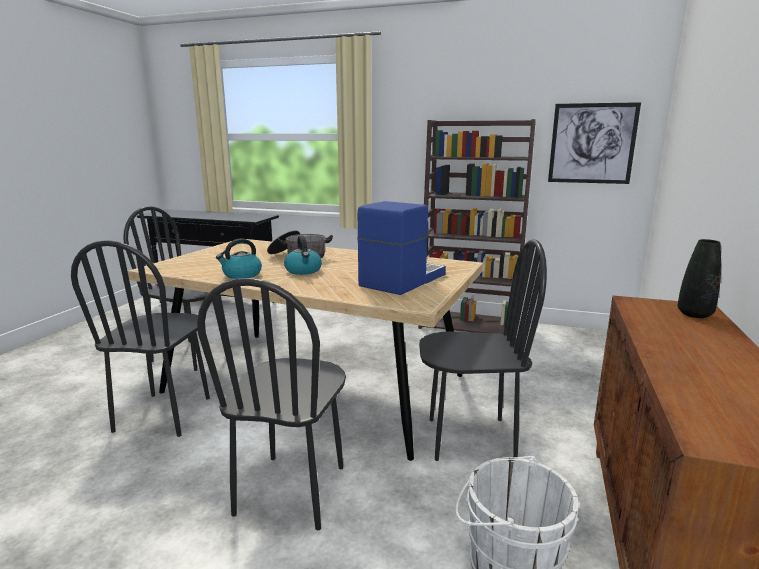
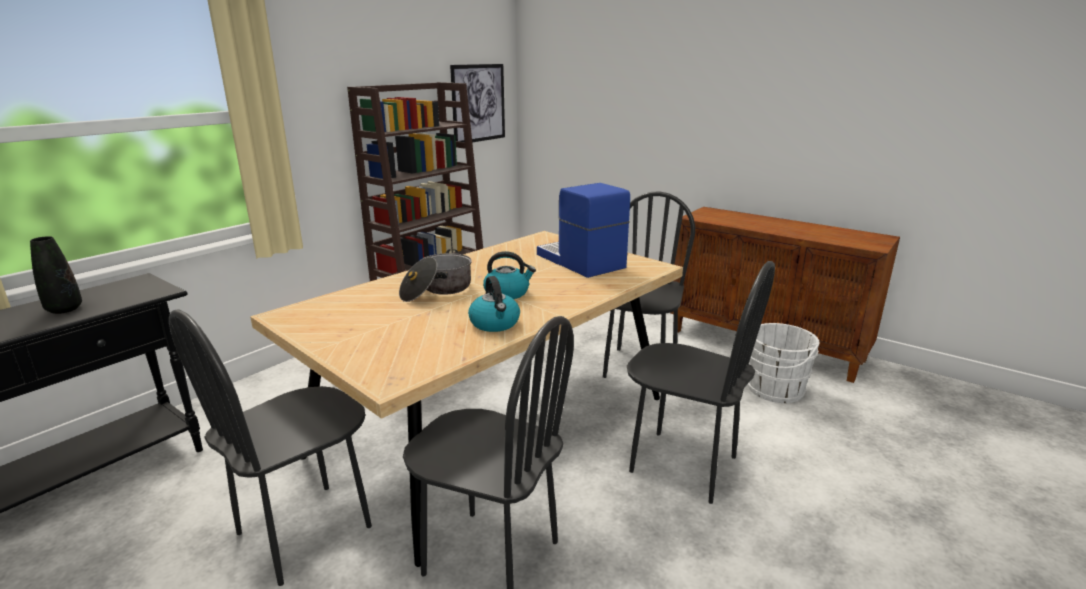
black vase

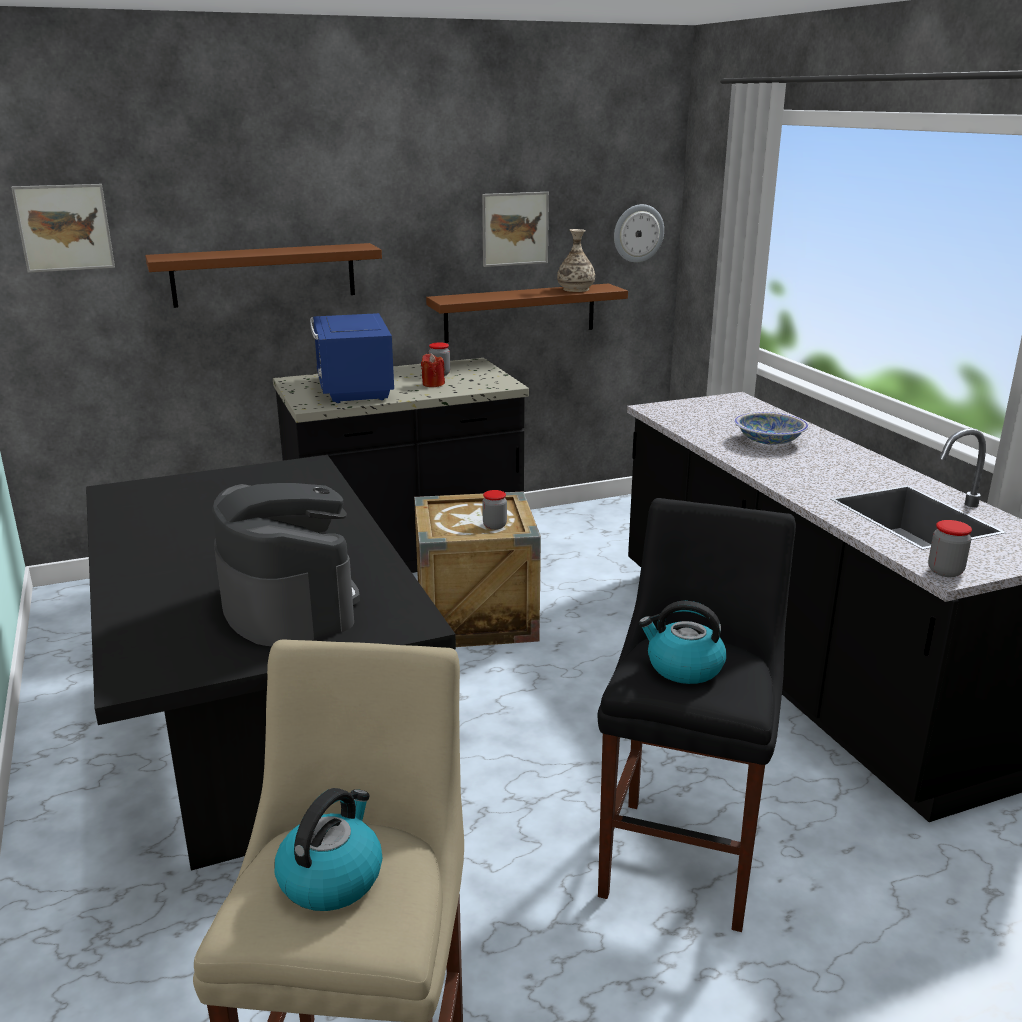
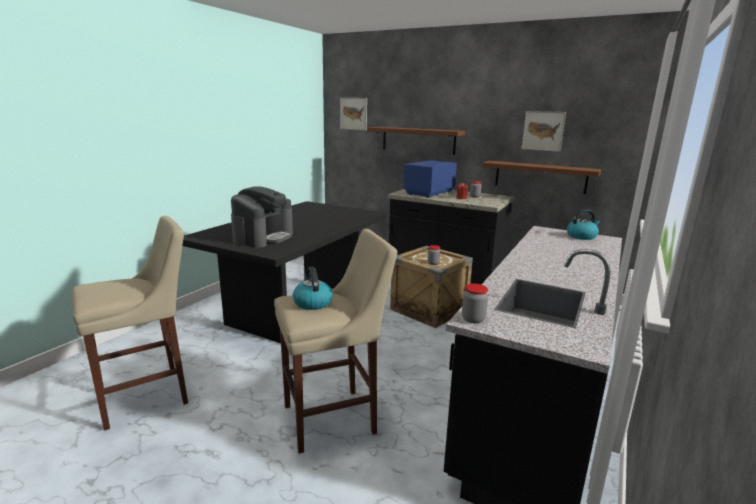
beige stool (2nd from left)
kettle (2nd from left)
vase
wall clock
bowl

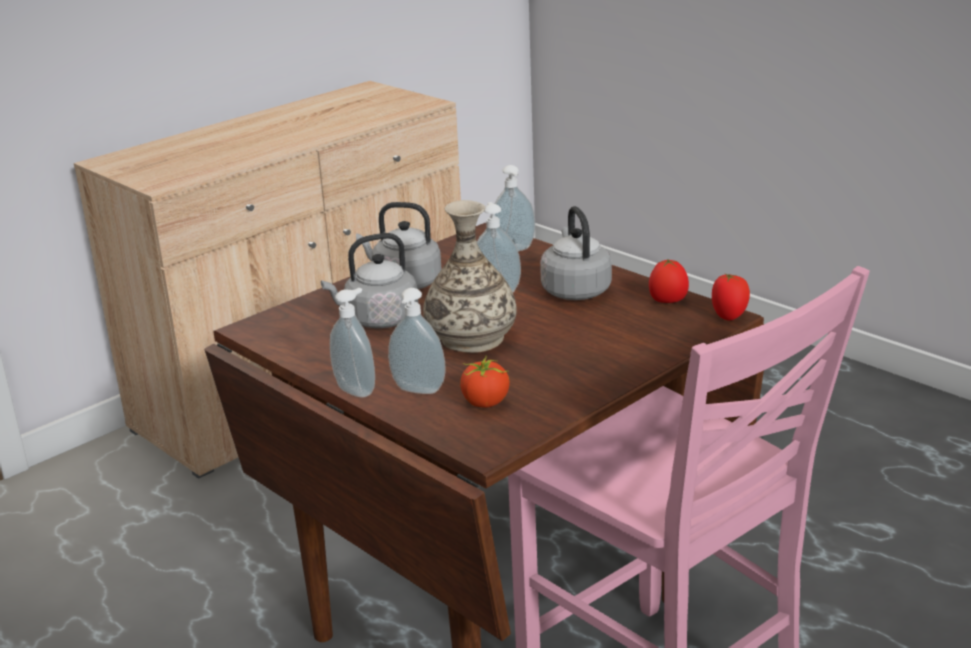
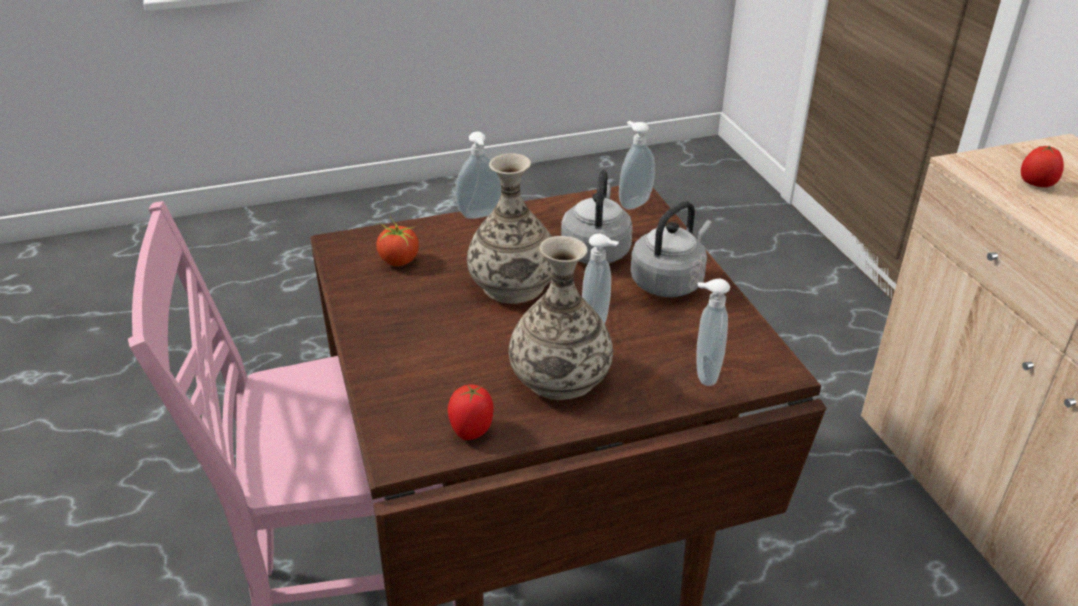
vase (2nd from left)
soap dispenser (3rd from left)
tomato (3rd from left)

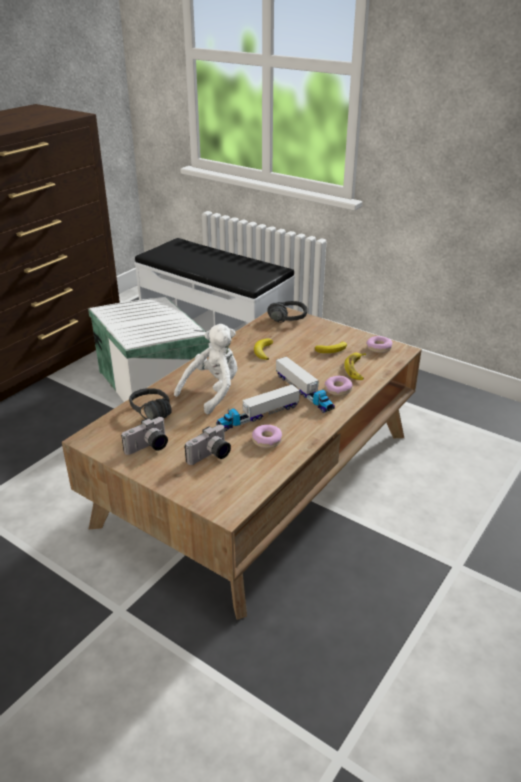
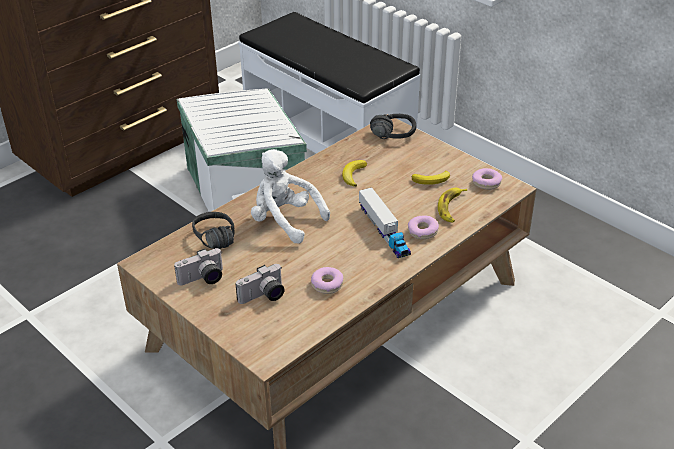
white plush toy
toy truck (1st from left in the first image)

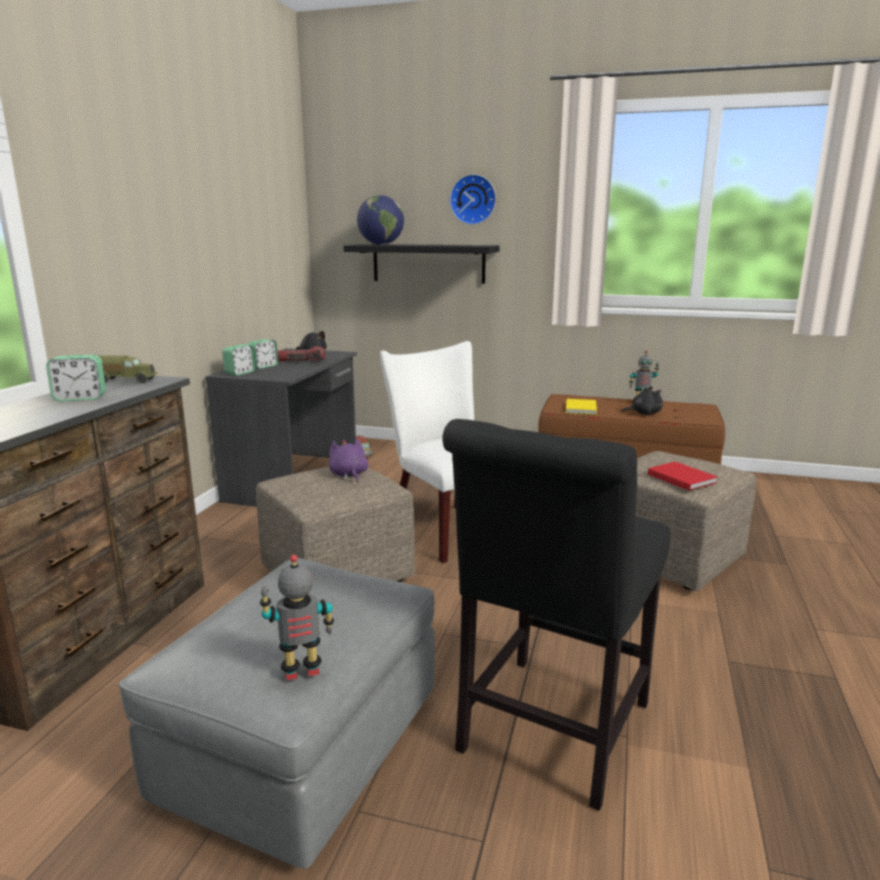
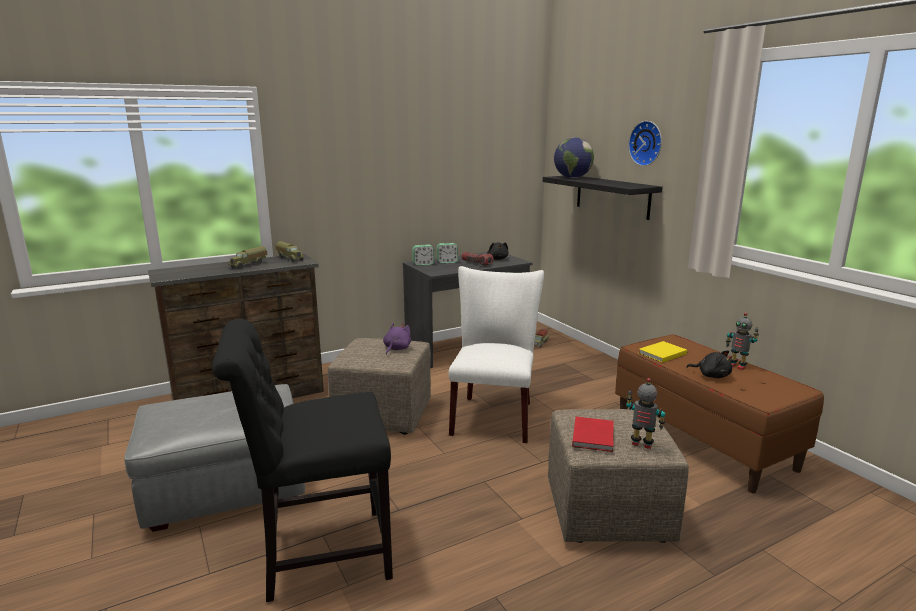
toy truck (1st from left)
toy robot (1st from left)

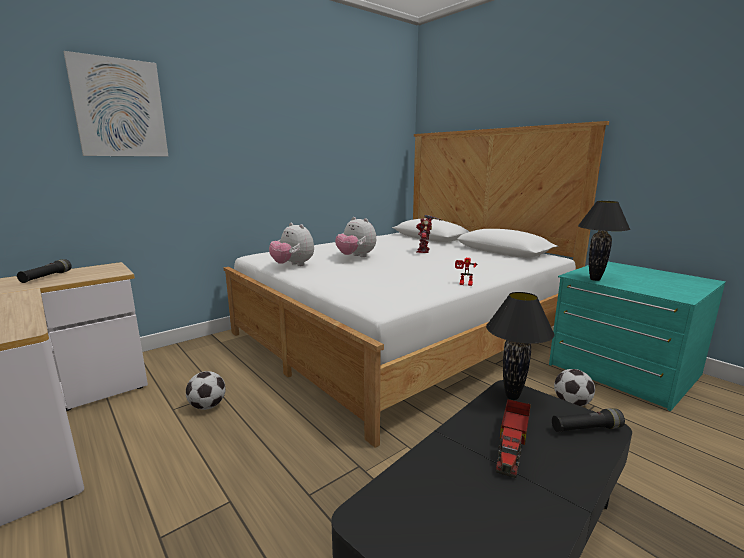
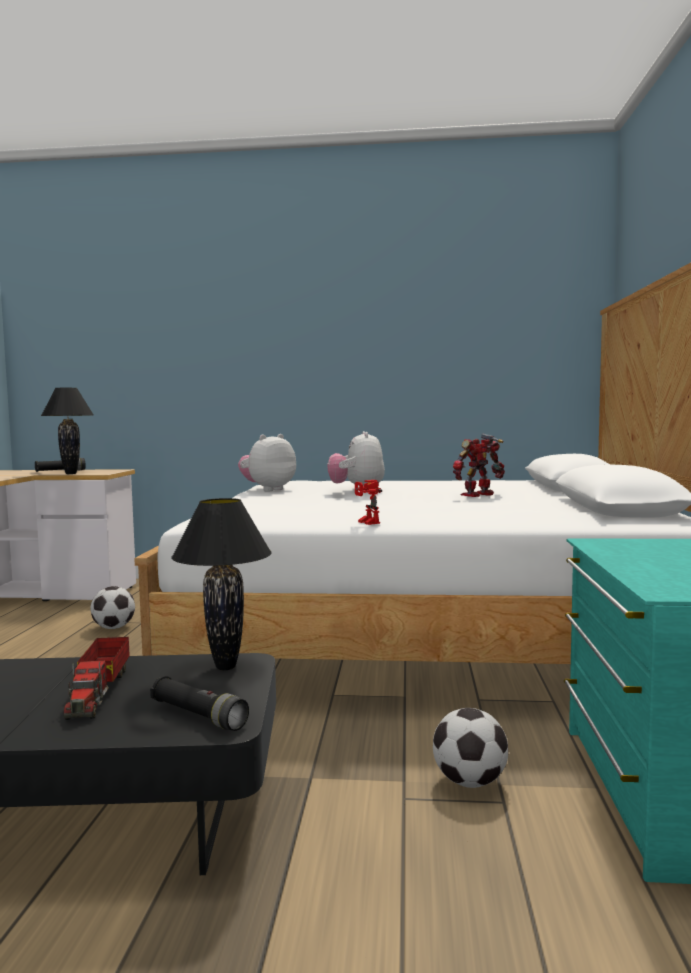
black table lamp (1st from left)
toy truck
plush toy (1st from left)
picture

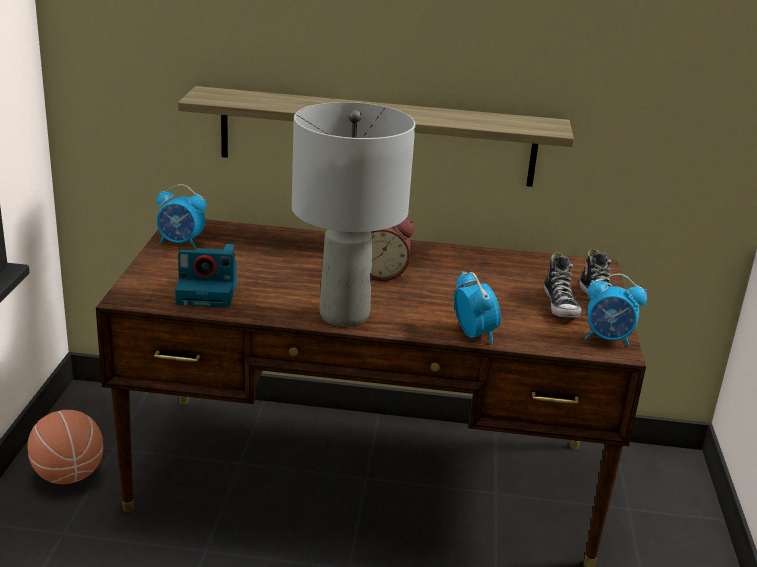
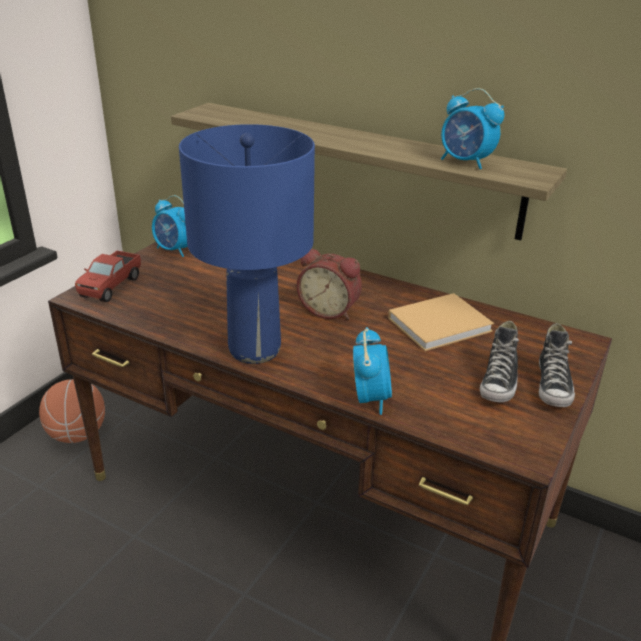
toy truck
blue table lamp
beige book
alarm clock (4th from left)
photo camera

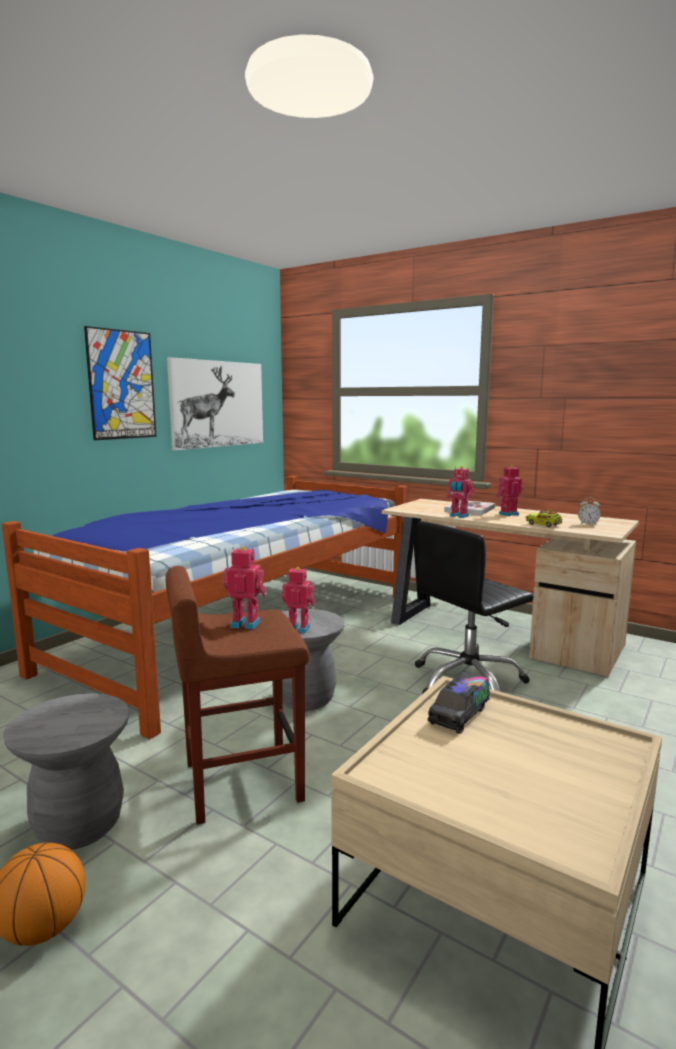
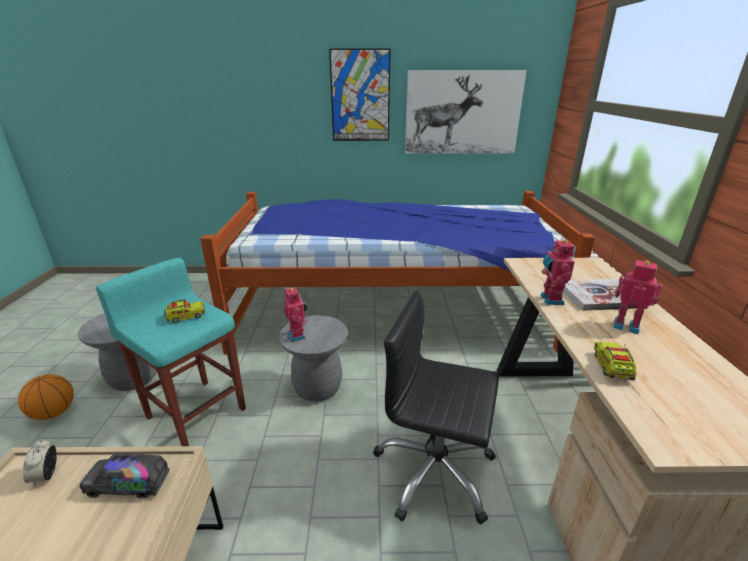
alarm clock
turquoise stool
toy truck (2nd from left)

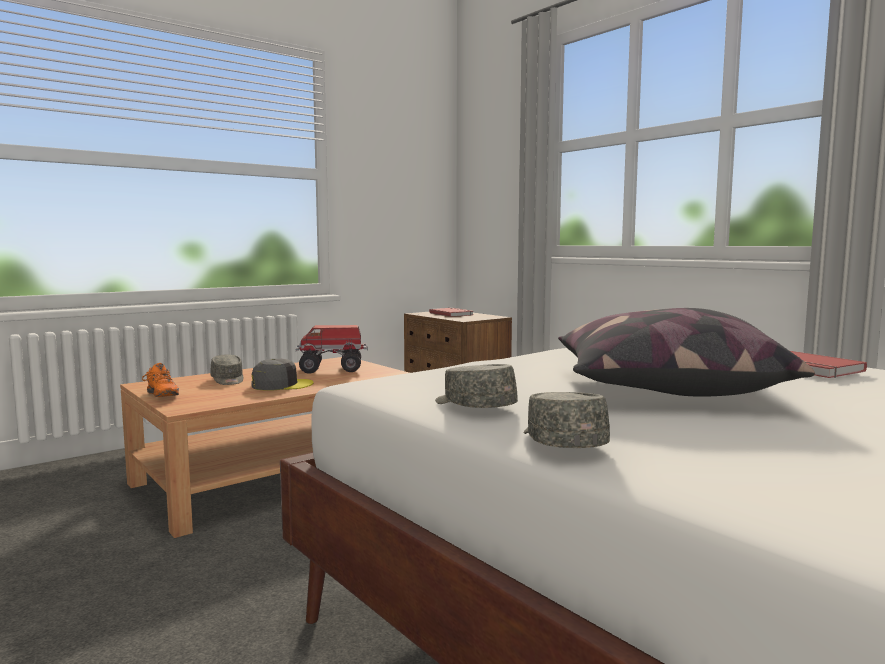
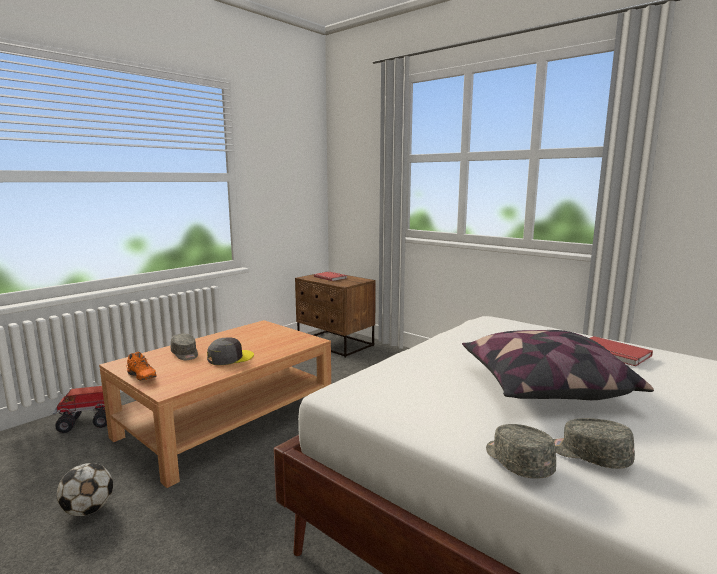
toy truck
football
grey cap (4th from left)

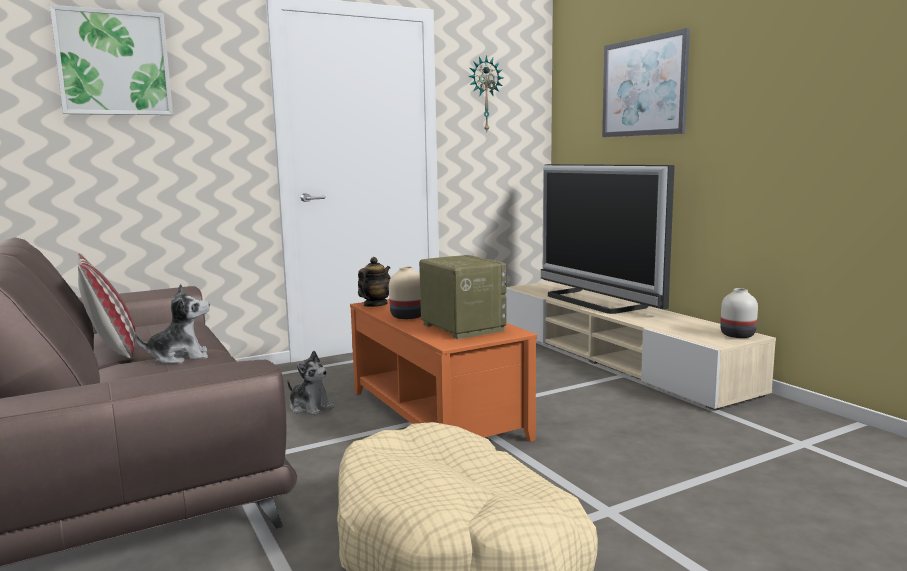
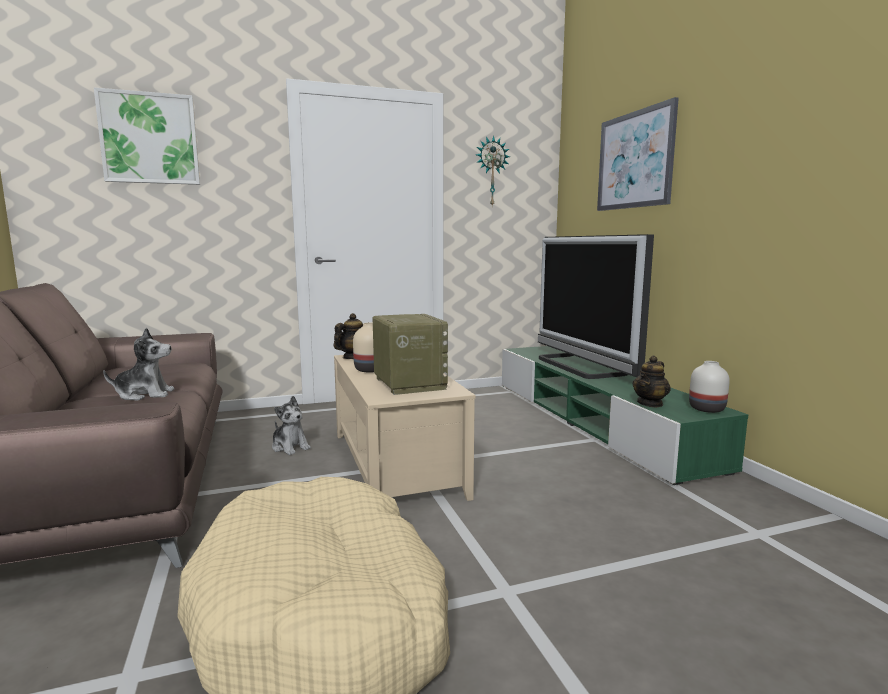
beige coffee table
green tv stand
teapot (2nd from left)
pillow

